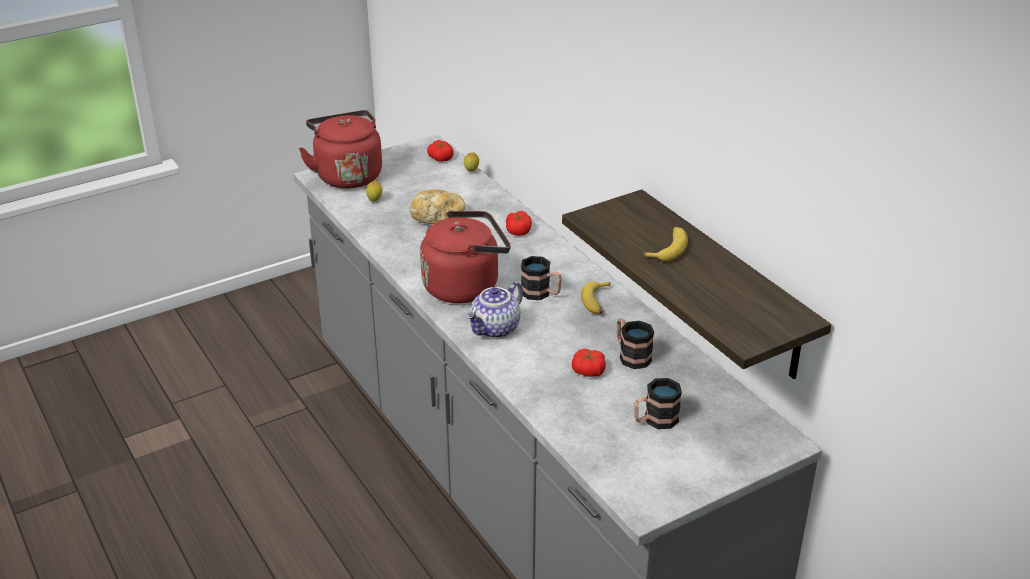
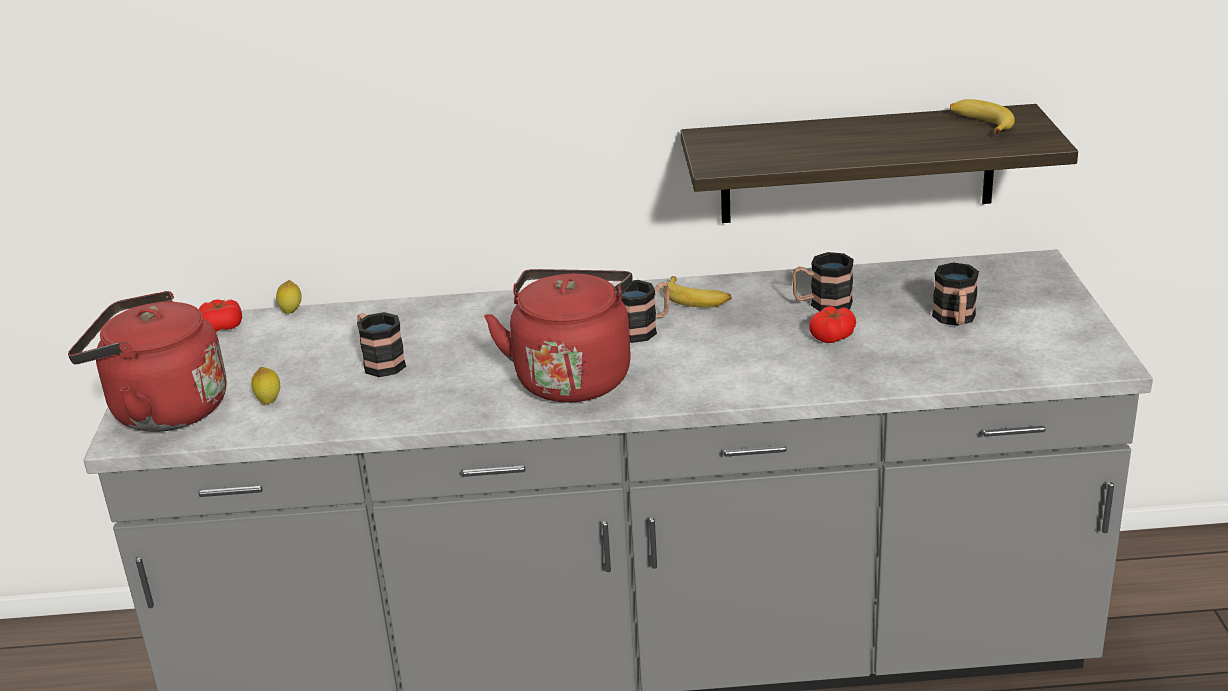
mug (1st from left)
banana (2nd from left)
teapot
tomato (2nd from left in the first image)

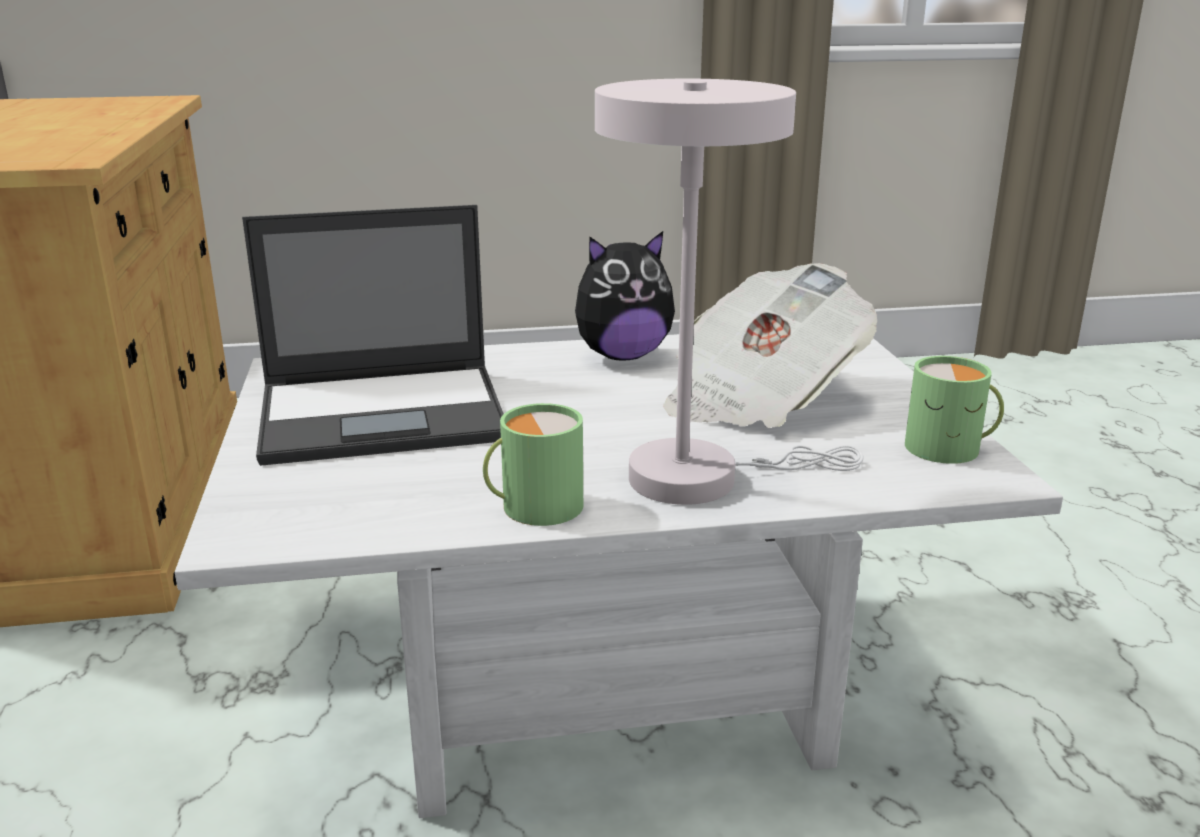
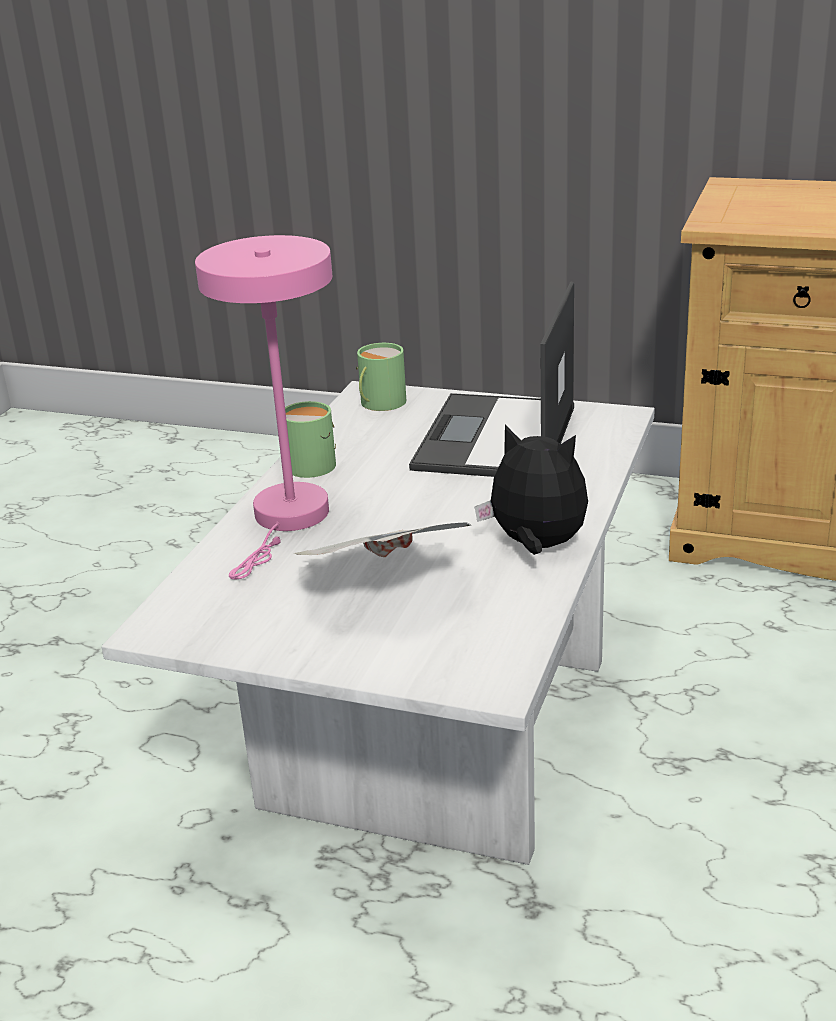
pink table lamp
green mug (2nd from left)
plush toy

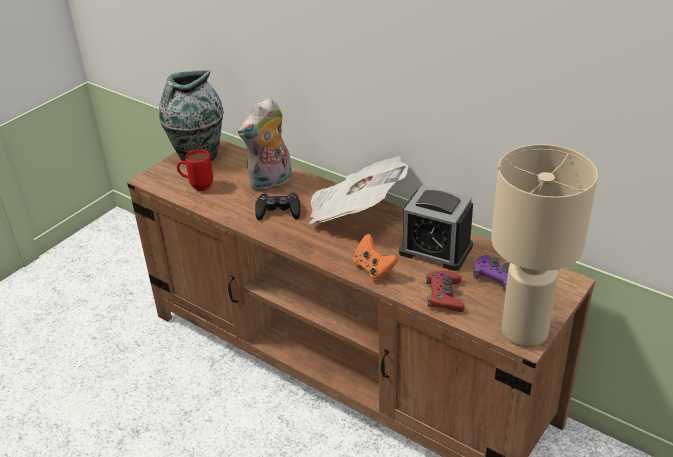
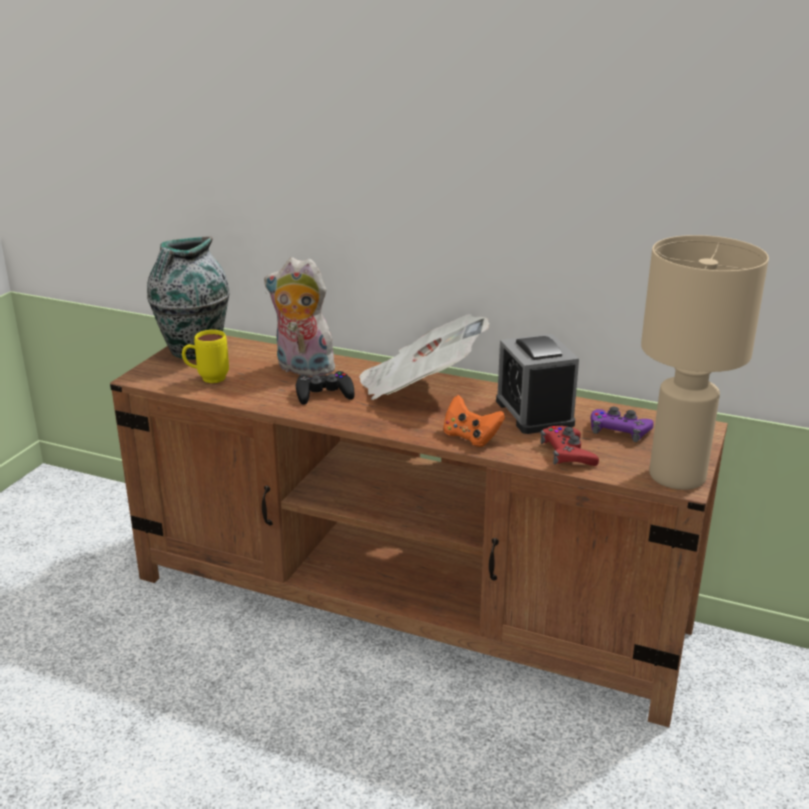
yellow mug
plush toy
alarm clock

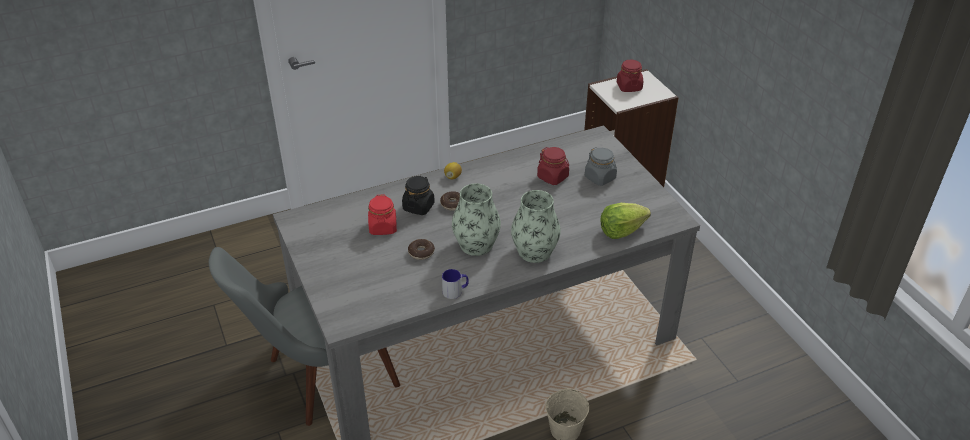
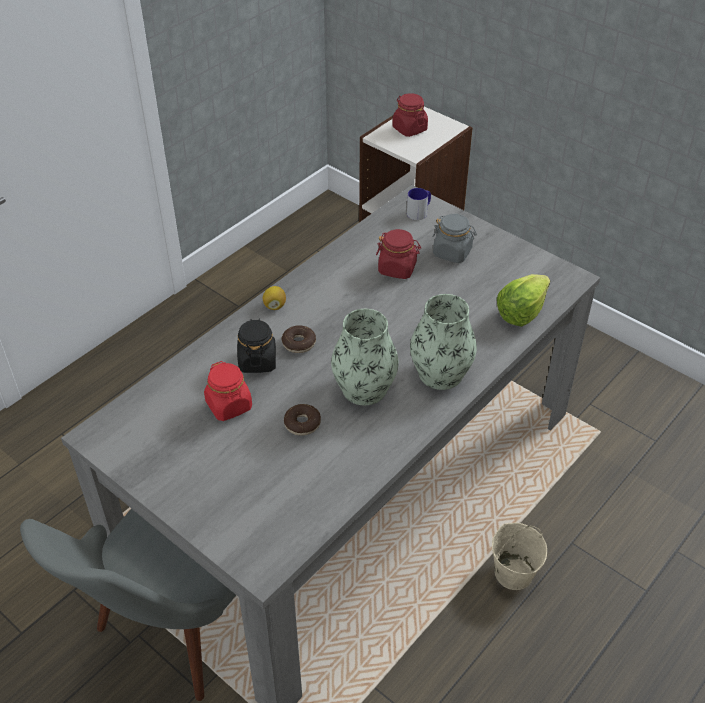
mug

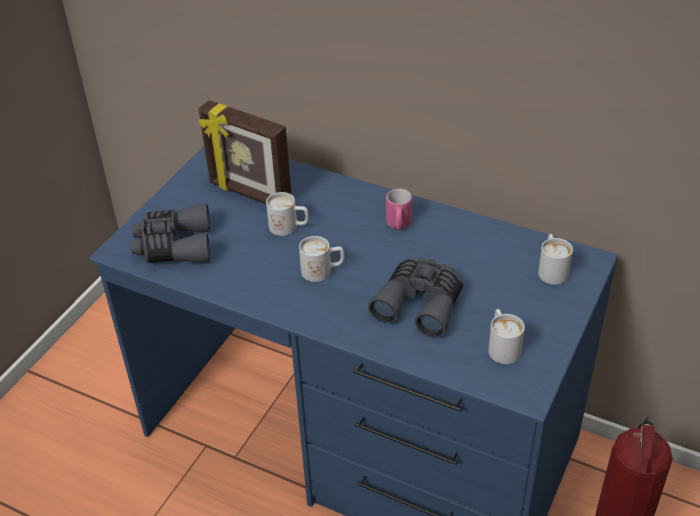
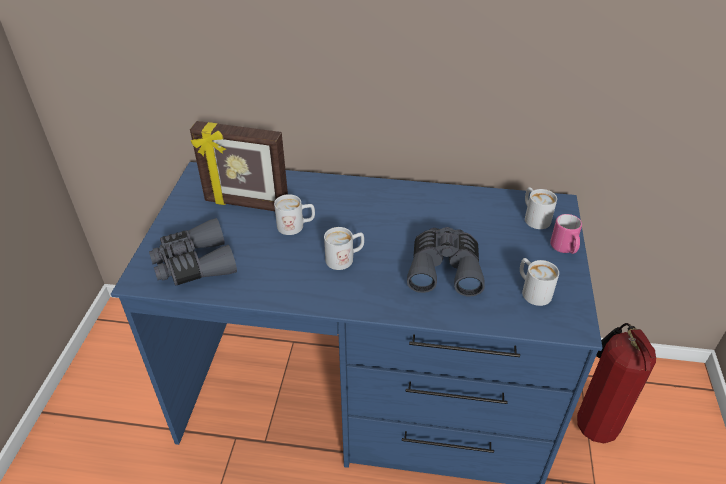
pink mug

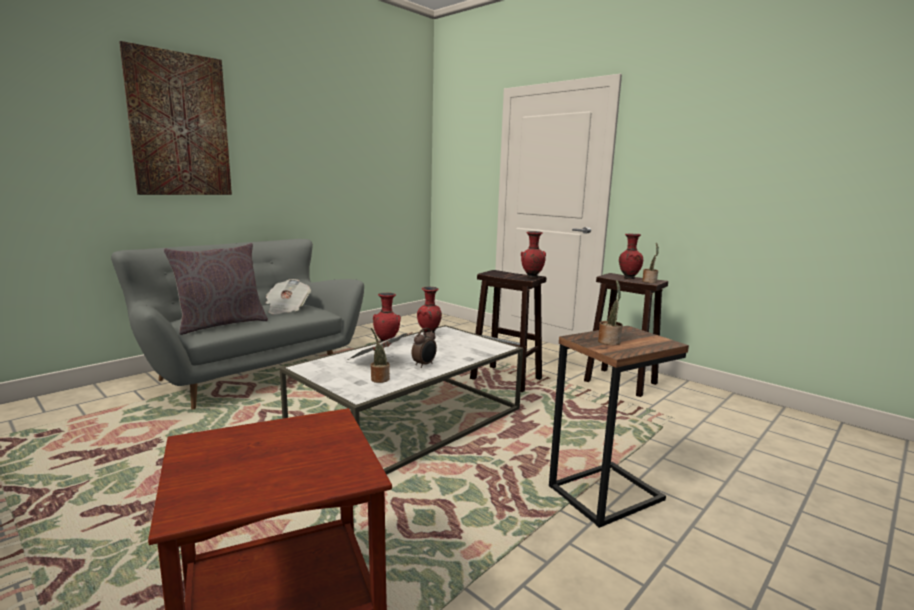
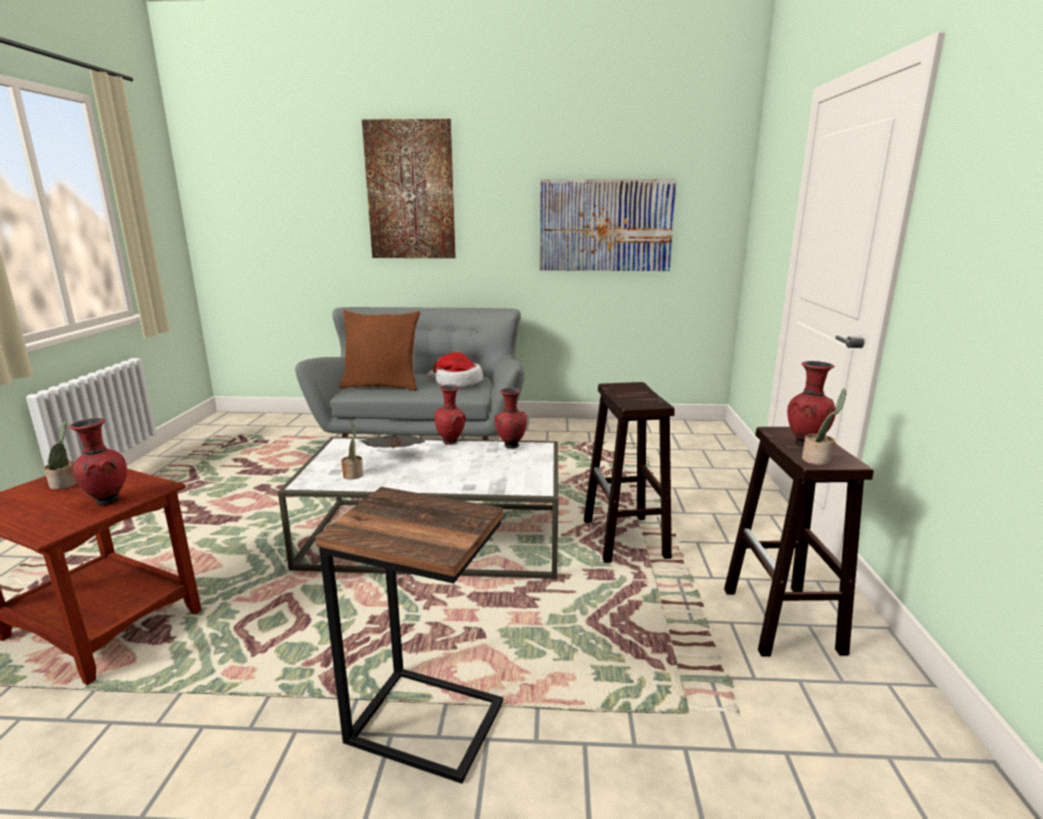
potted plant (1st from left)
red vase (1st from left)
brown pillow
hat
picture (2nd from left)
alarm clock

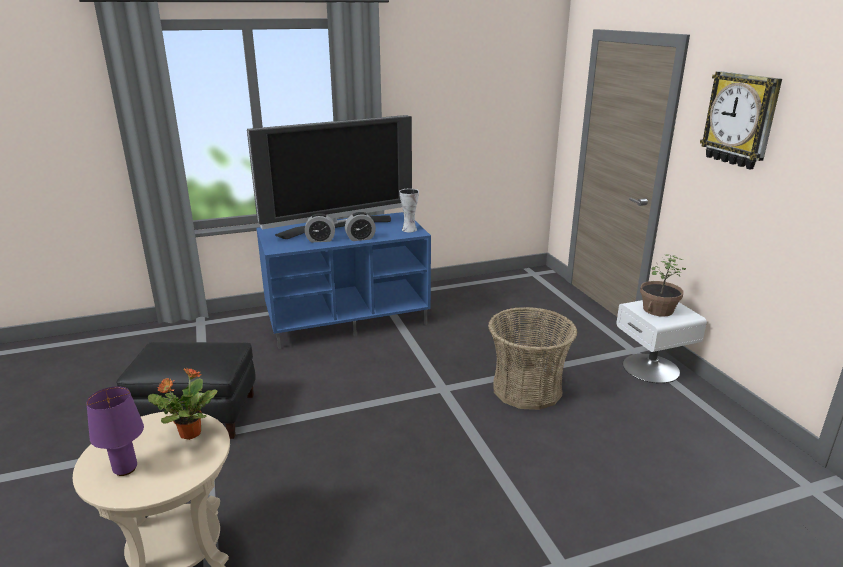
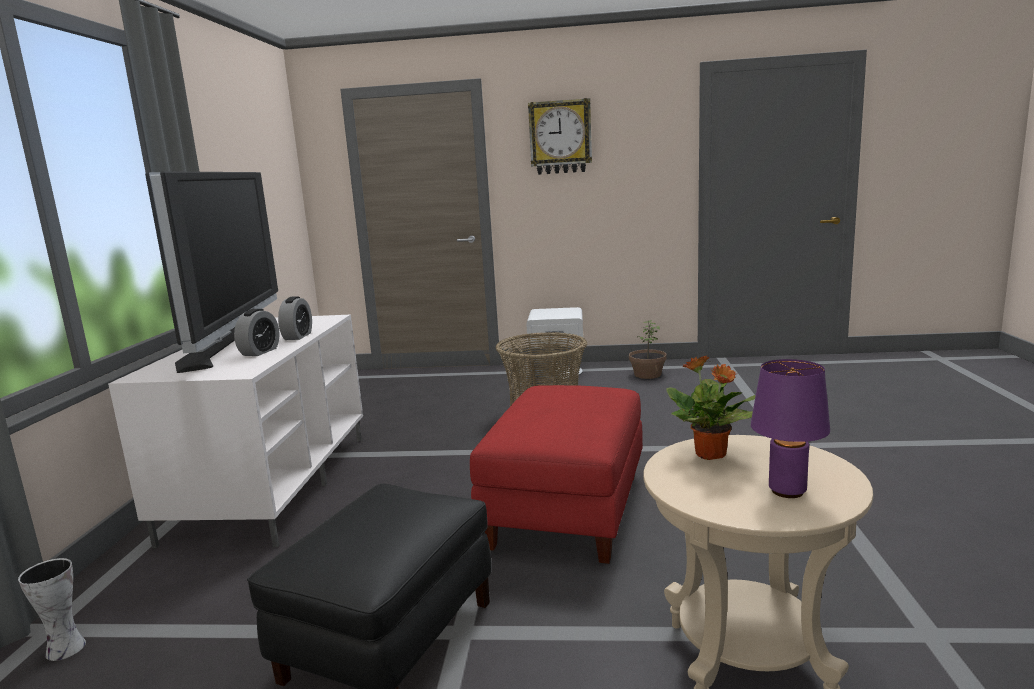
vase
white tv stand
red ottoman
potted plant (1st from left)

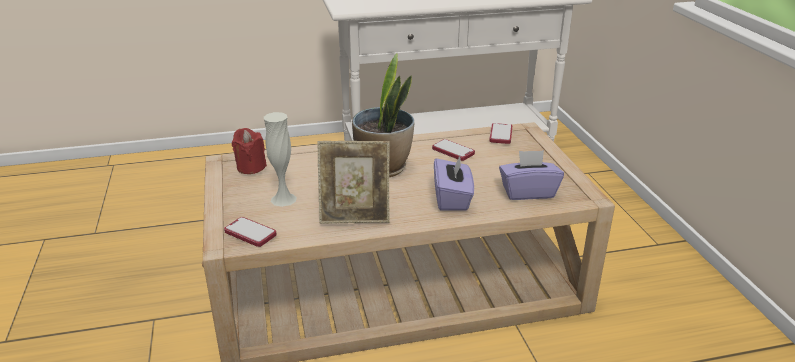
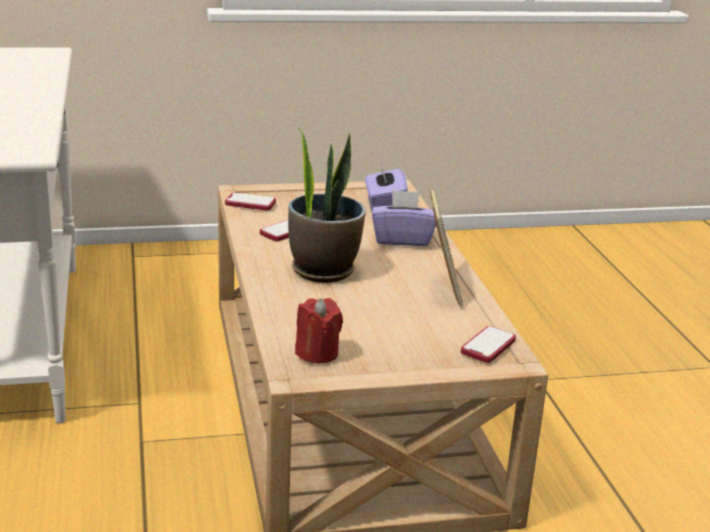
white vase

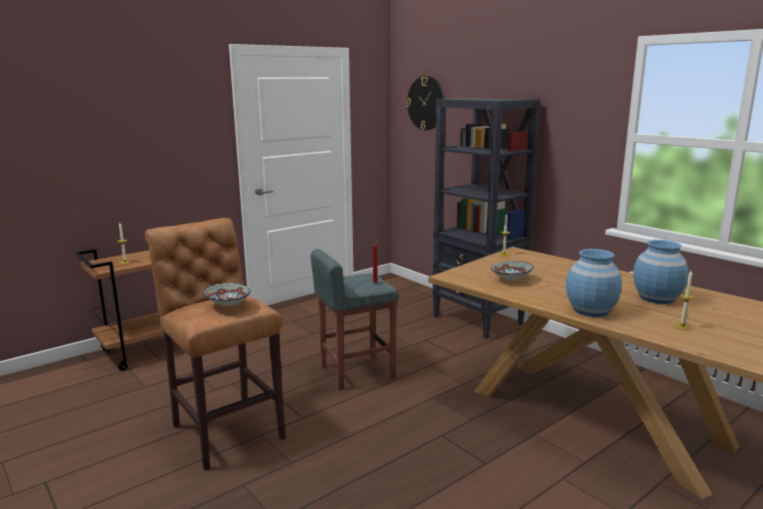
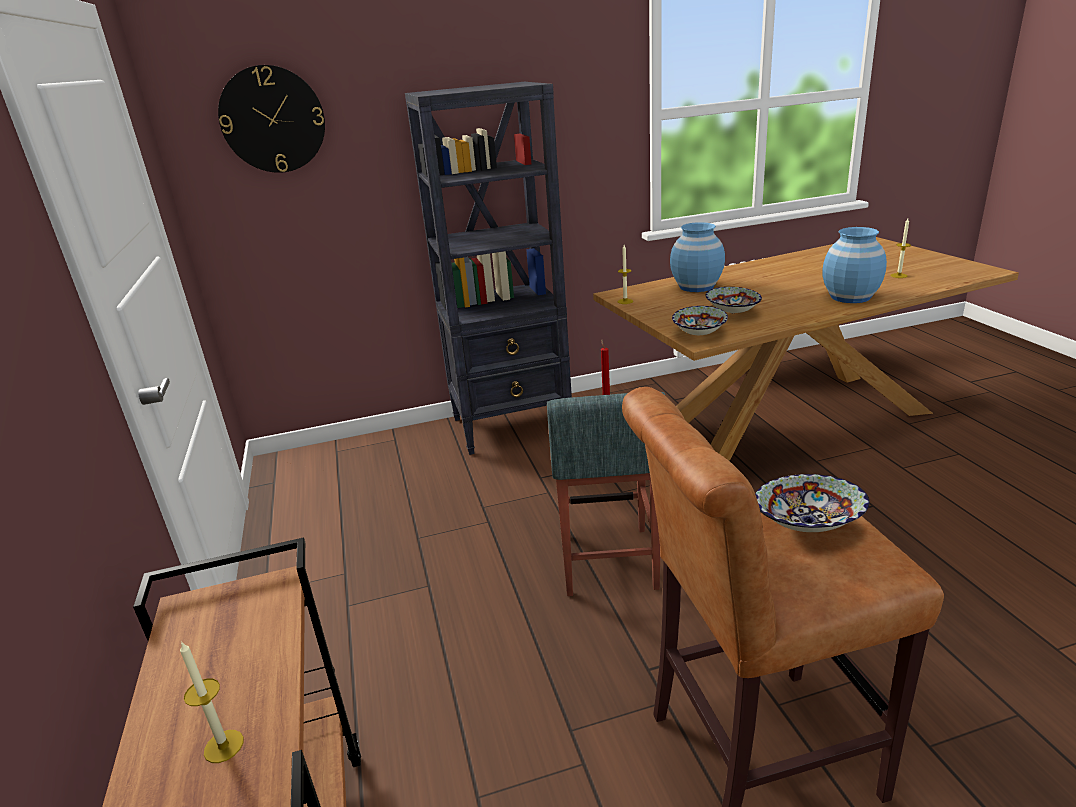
blue vase (1st from left)
bowl (1st from left)

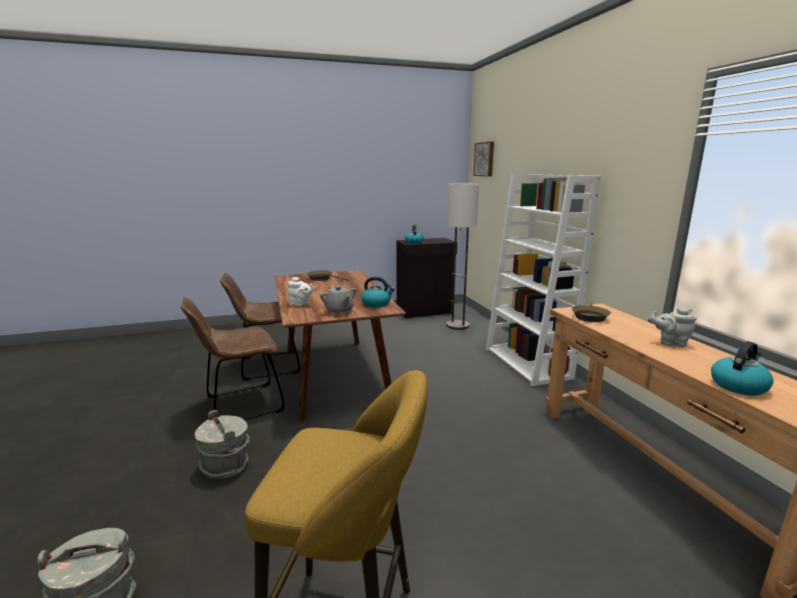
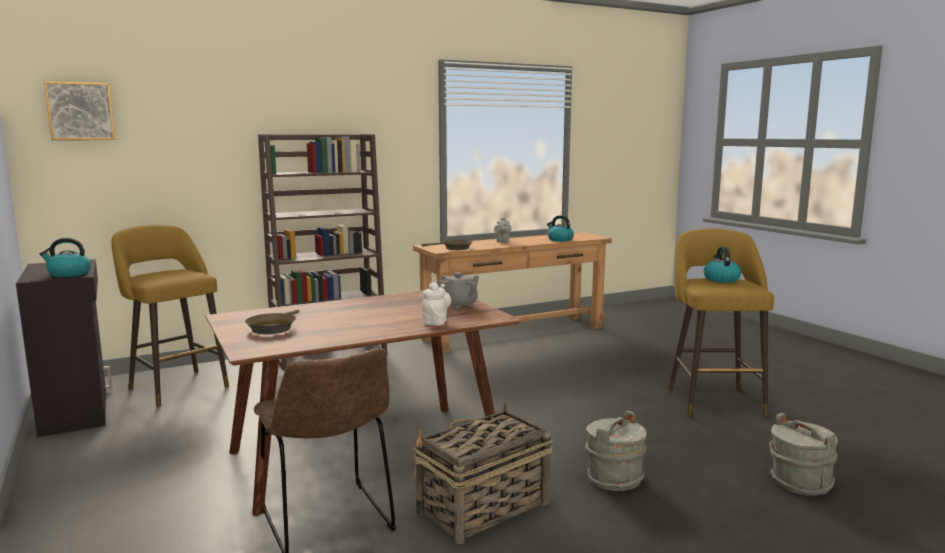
yellow stool (1st from left)
brown bookcase
basket
kettle (3rd from left)

